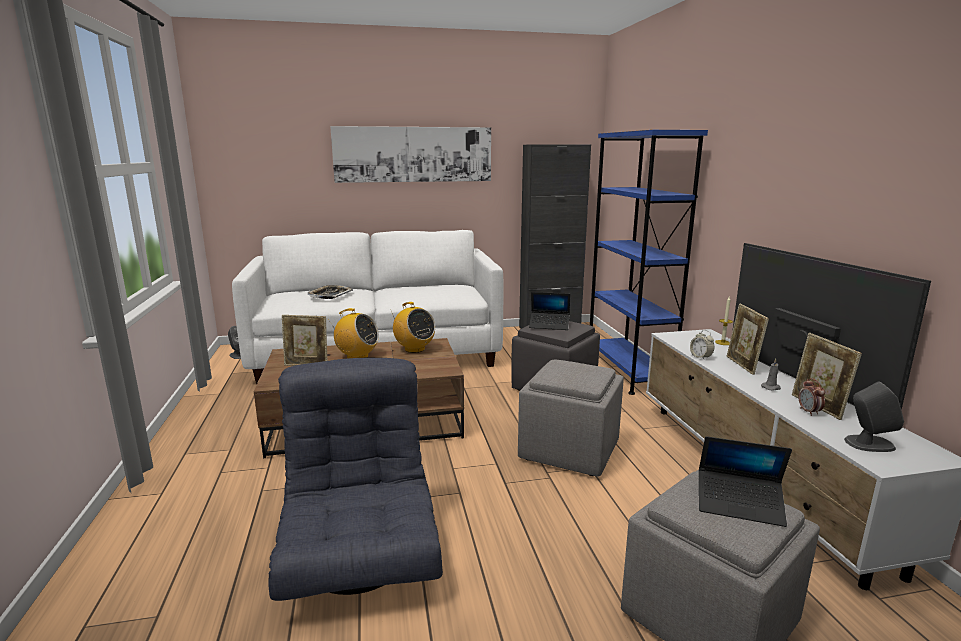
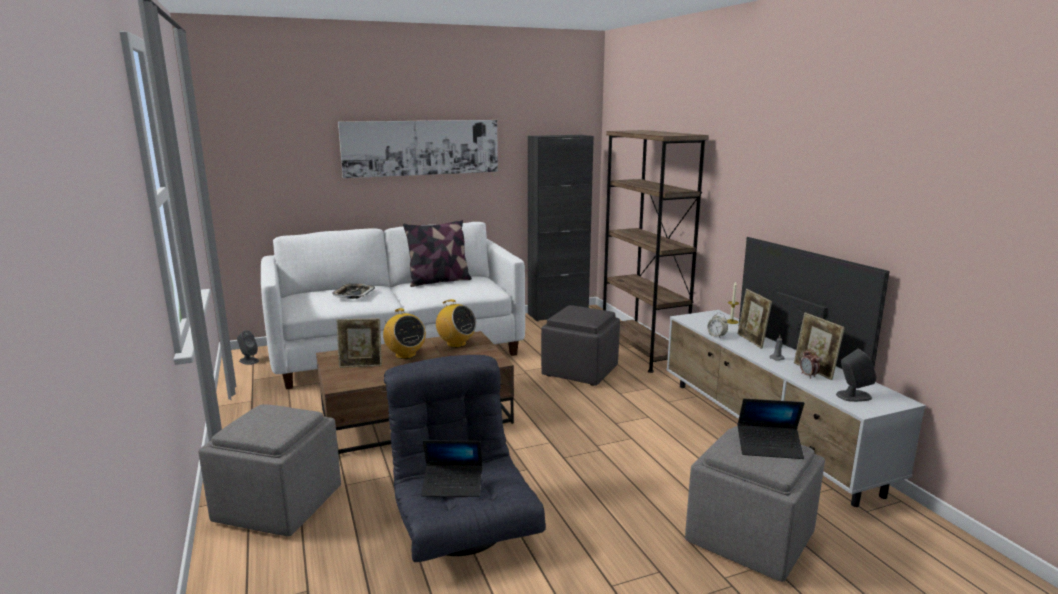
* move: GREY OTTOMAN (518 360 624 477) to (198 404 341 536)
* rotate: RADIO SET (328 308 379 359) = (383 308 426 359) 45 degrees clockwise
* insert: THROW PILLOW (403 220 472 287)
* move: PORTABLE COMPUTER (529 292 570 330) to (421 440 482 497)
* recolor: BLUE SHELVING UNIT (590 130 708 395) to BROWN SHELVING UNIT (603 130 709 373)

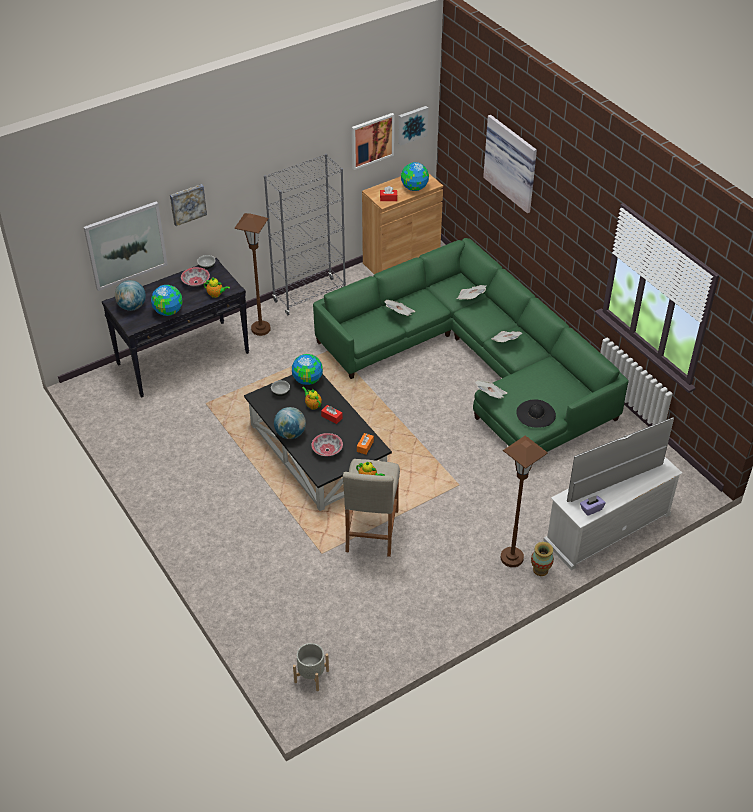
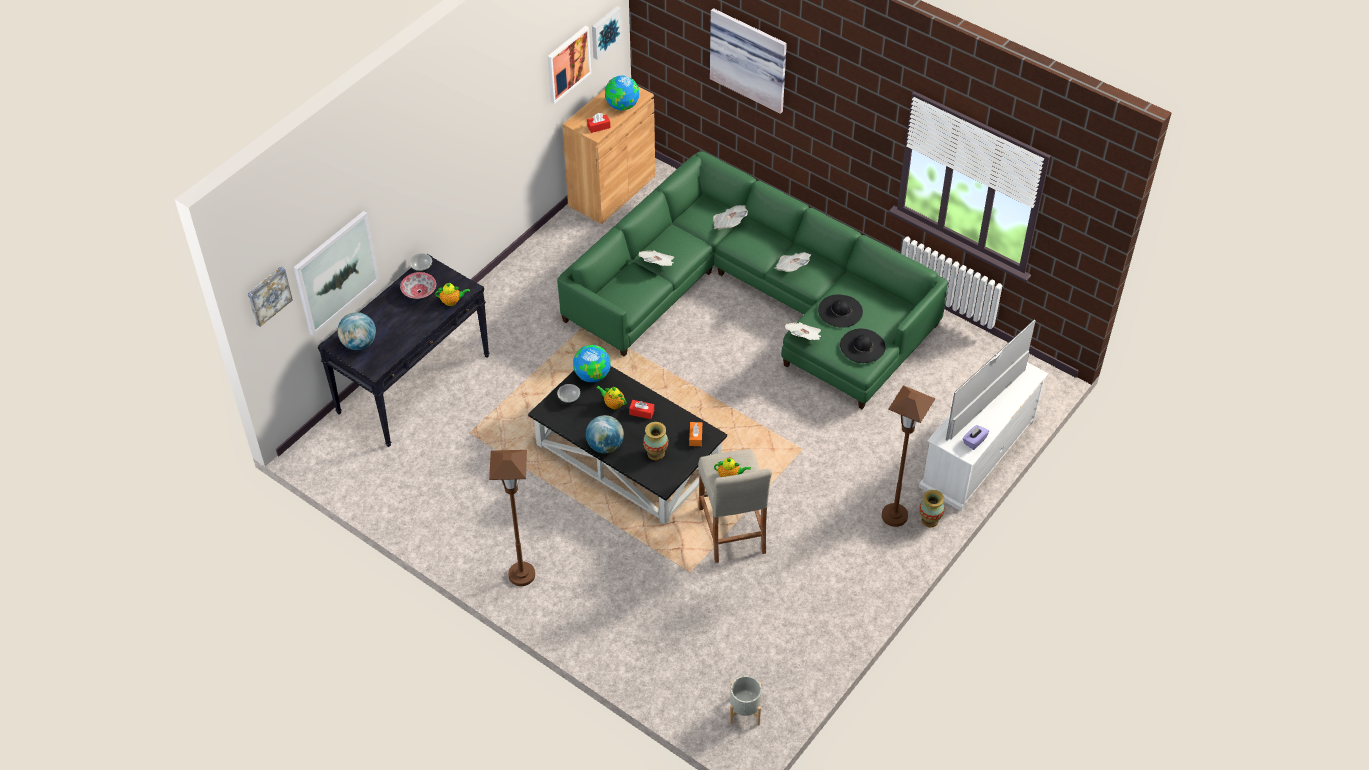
* move: WALL PICTURE (170 184 207 226) to (248 266 293 327)
* move: BROWN STANDARD LAMP (234 213 271 336) to (489 450 535 586)
* replace: SERVING BOWL (312 433 343 456) to FLOWER VASE (643 422 668 460)
* insert: BLACK CLOTHING HAT (818 295 863 328)
* delete: GLOBE (151 285 183 316)
* delete: GREY SHELVING UNIT (264 154 346 315)

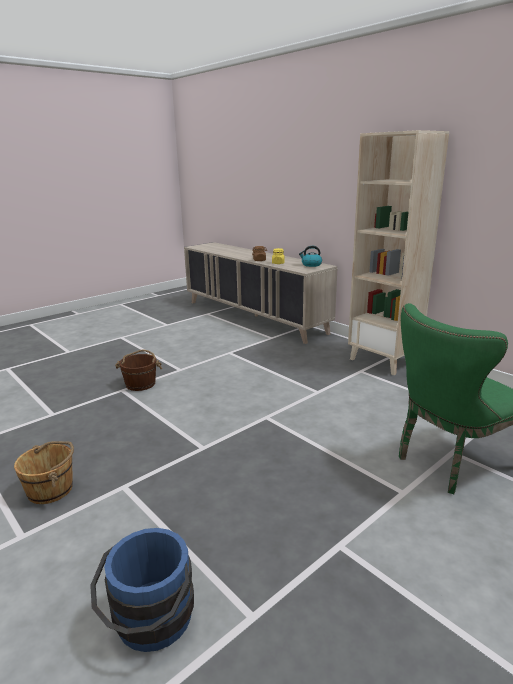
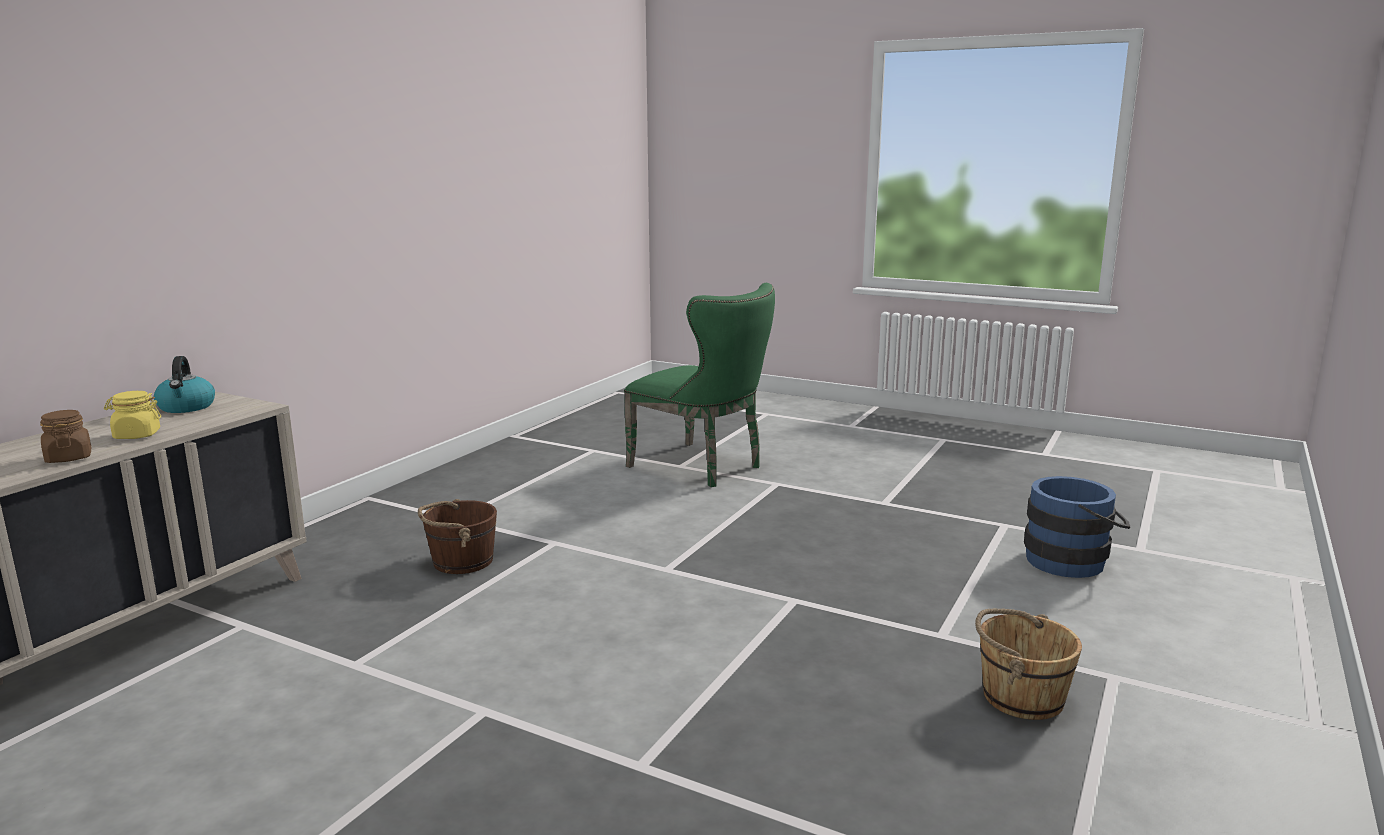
* move: BROWN PAIL (115 350 162 391) to (418 499 497 574)
* delete: BEIGE-COLOURED SHELVING UNIT (348 130 449 375)

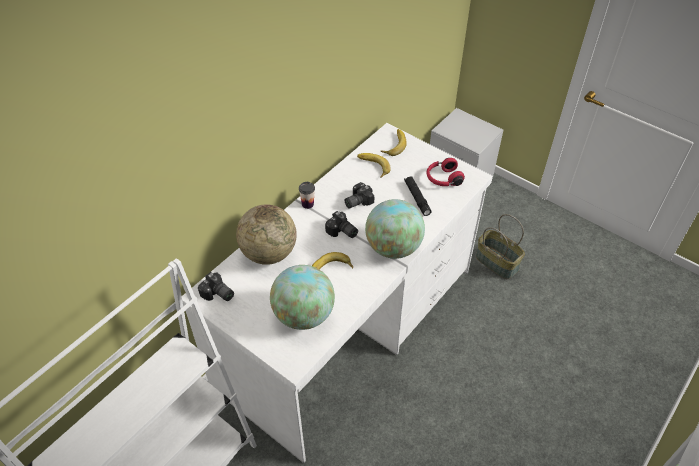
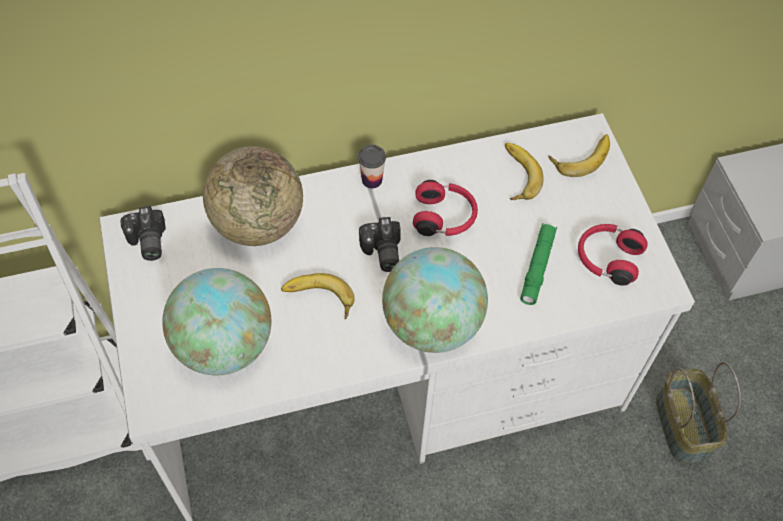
* replace: STILL CAMERA (344 182 374 208) to REDDISH HEADPHONES (413 180 478 236)
* recolor: BLACK FLASHLIGHT (404 177 432 216) to GREEN FLASHLIGHT (520 223 557 305)

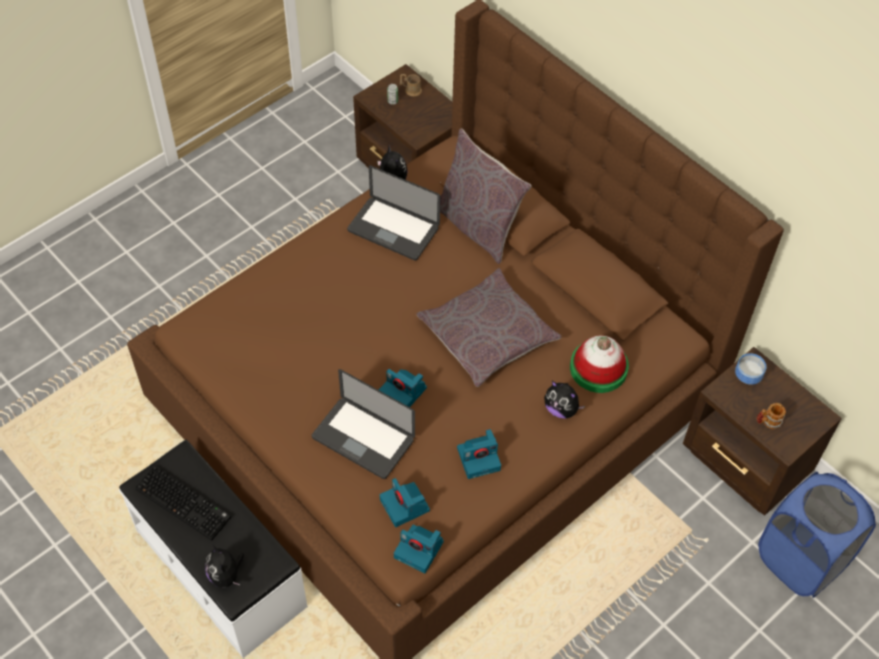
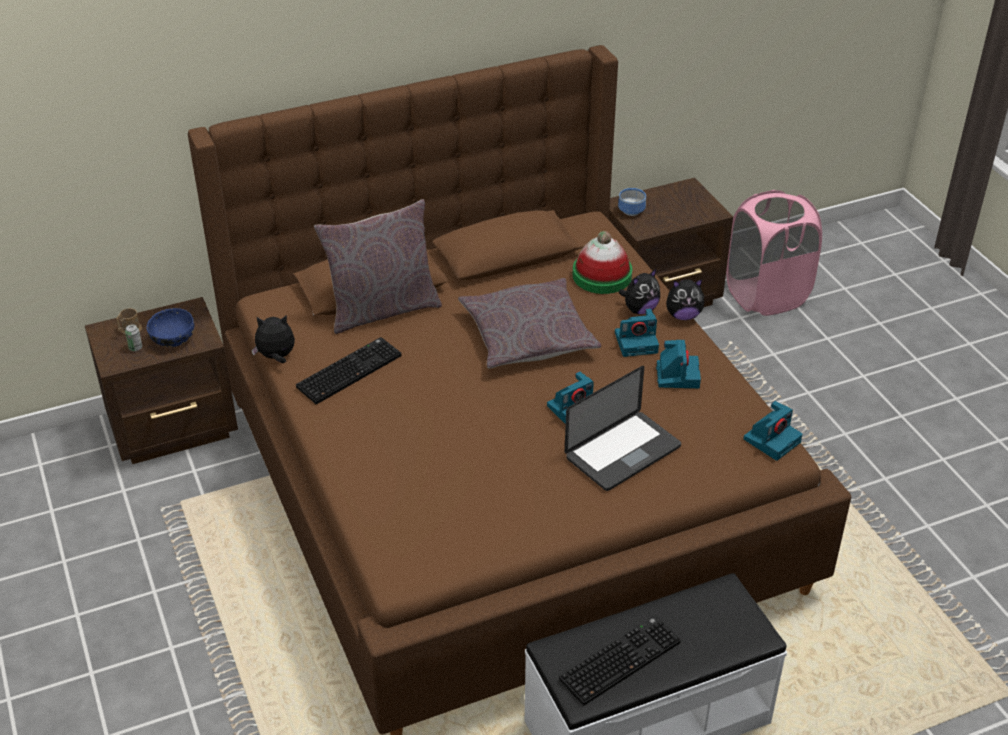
* insert: BLUE SERVING BOWL (146 308 194 347)
* replace: PORTABLE COMPUTER (347 165 440 261) to PC KEYBOARD (296 337 401 404)
* move: STILL CAMERA (380 478 430 527) to (615 308 659 357)
* move: CUDDLY TOY (205 545 244 588) to (666 279 705 320)
* recolor: BLUE WASHING BASKET (758 472 876 598) to PINK WASHING BASKET (726 190 822 316)
* delete: COFFEE MUG (757 403 786 429)

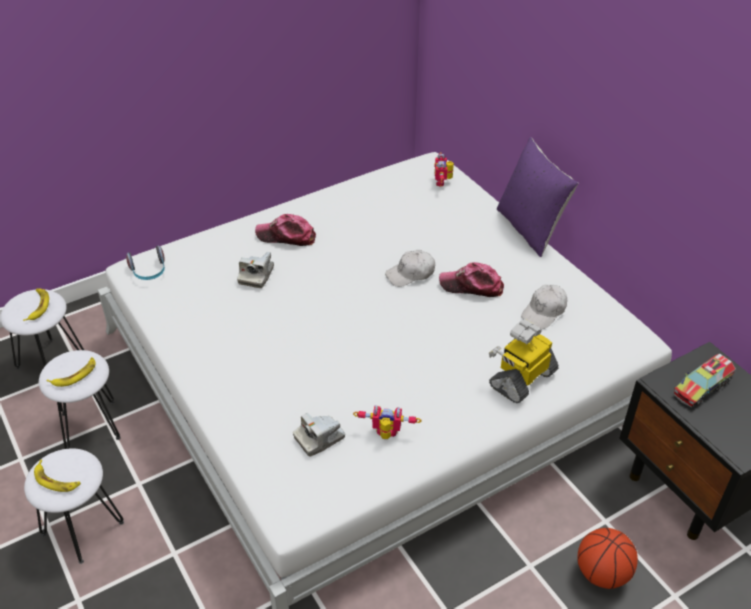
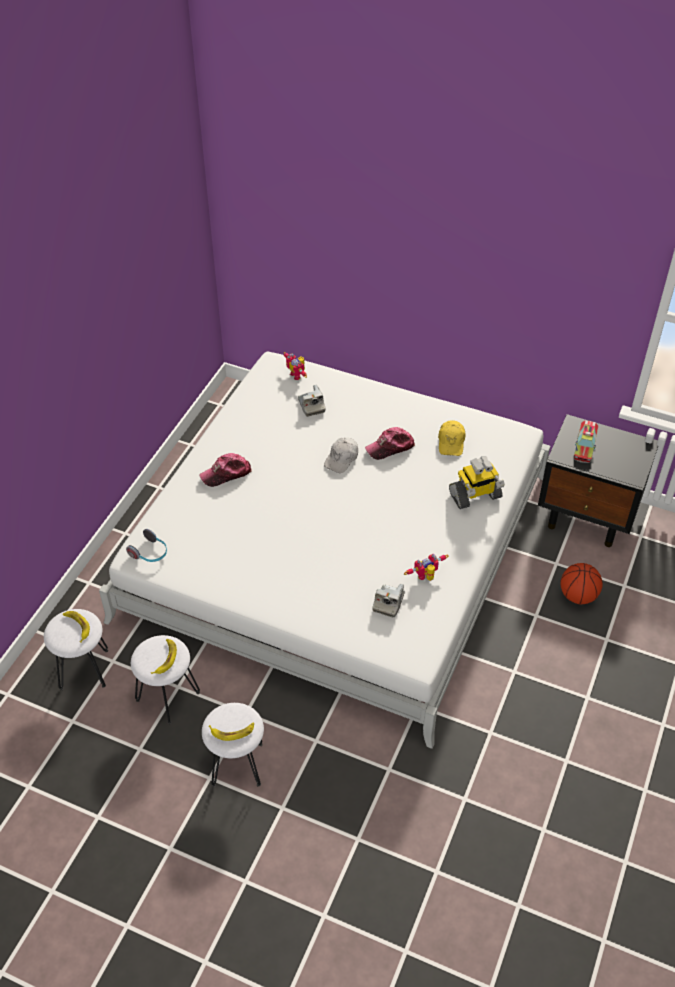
* move: STILL CAMERA (237 252 274 288) to (298 385 326 417)
* recolor: WHITE CAP (521 285 567 329) to YELLOW-COLOURED CAP (438 420 466 456)
* rotate: TOY ROBOT (489 319 559 403) = (449 456 505 509) 120 degrees counterclockwise
* delete: PURPLE THROW PILLOW (497 137 578 257)

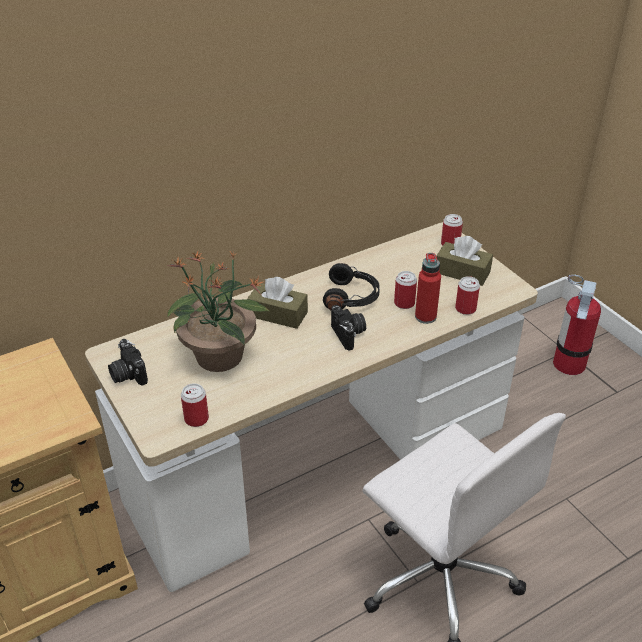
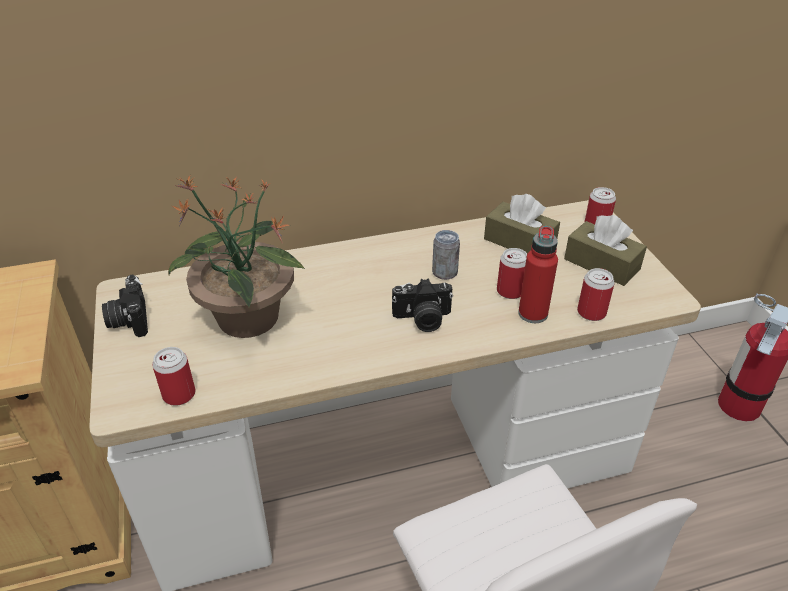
* rotate: STILL CAMERA (331 305 366 351) = (392 278 453 332) 90 degrees clockwise
* replace: BLACK HEADPHONES (323 263 380 310) to SEALED CAN (432 230 460 280)
* move: BROWN TISSUE HOLDER (247 277 308 329) to (484 194 560 254)

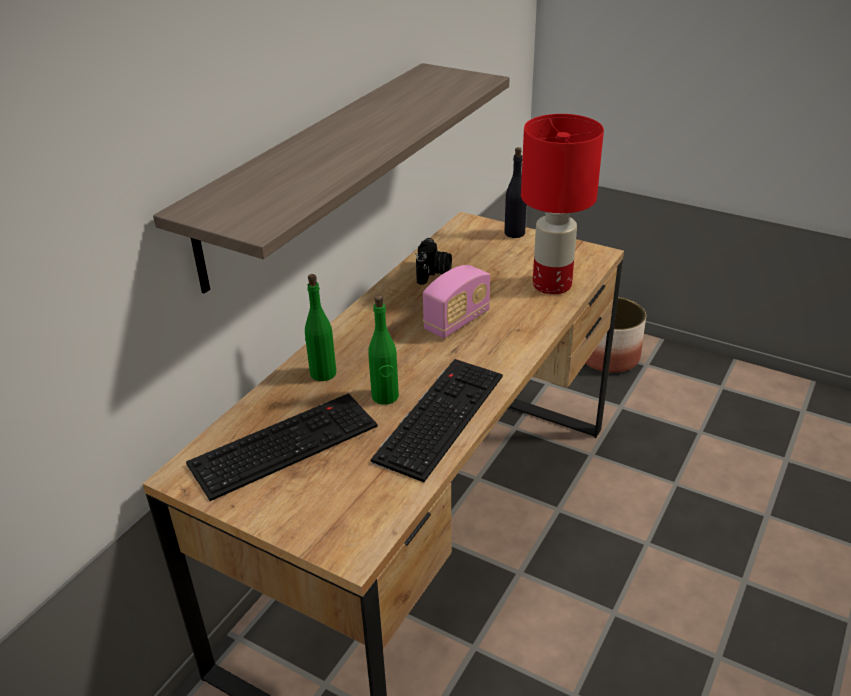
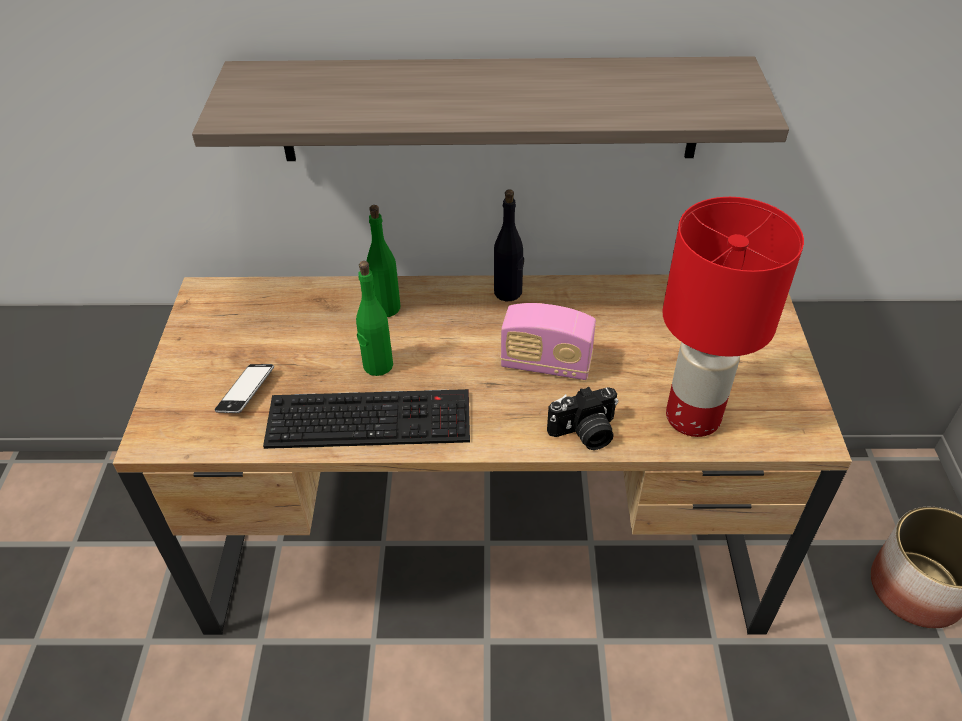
* insert: TELEPHONE (215 364 274 413)
* move: BLACK DRINK BOTTLE (504 147 527 238) to (494 189 524 301)
* move: STILL CAMERA (415 238 452 285) to (547 387 618 450)
* delete: PC KEYBOARD (186 393 378 501)

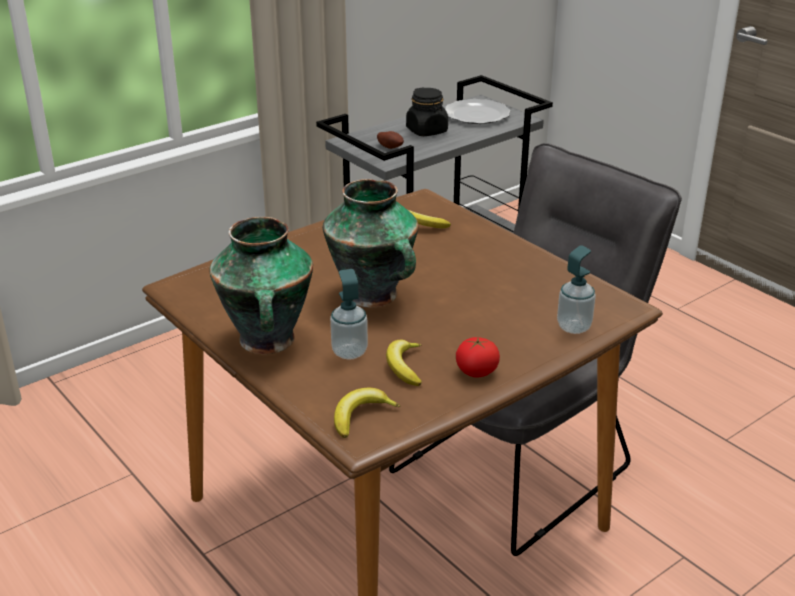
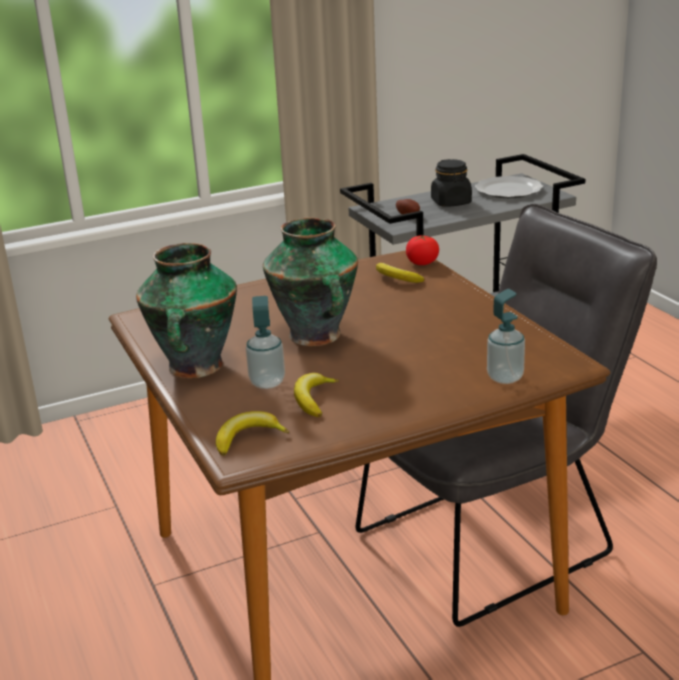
* move: FRESH TOMATO (456 337 500 378) to (406 235 439 265)

